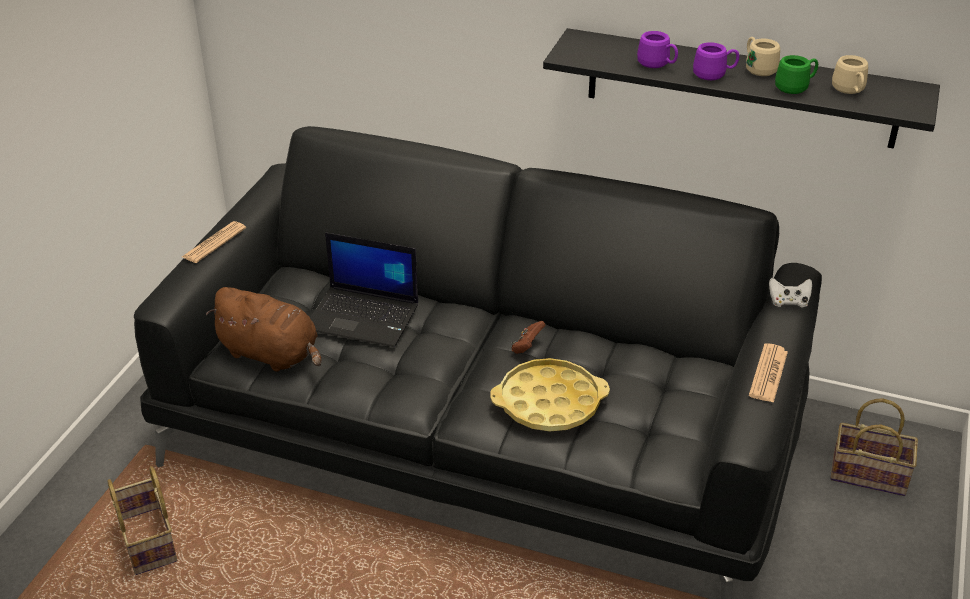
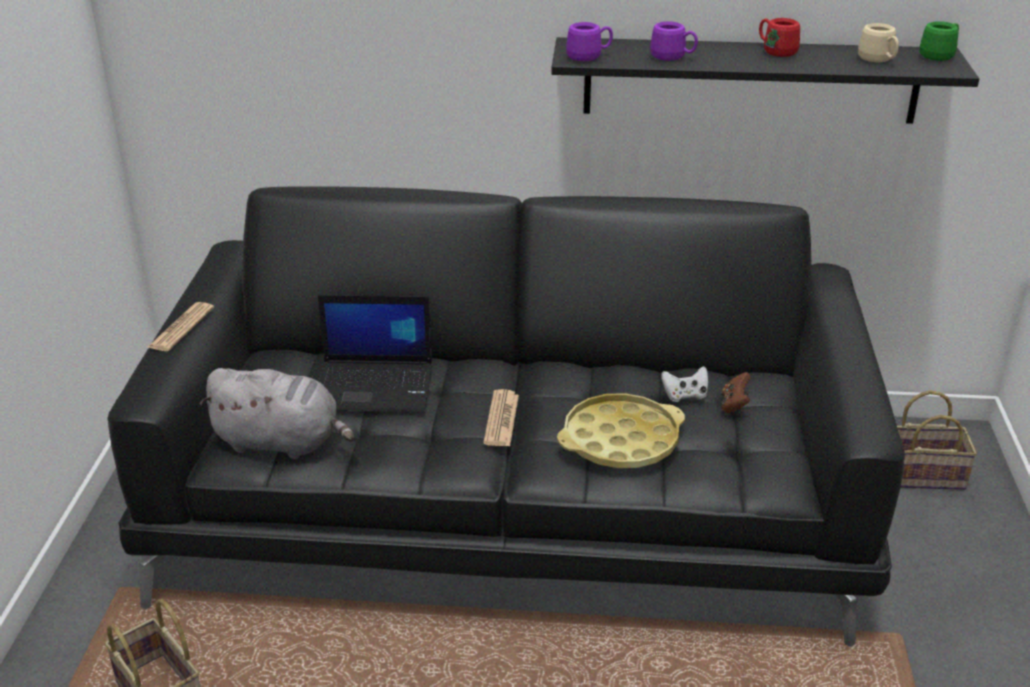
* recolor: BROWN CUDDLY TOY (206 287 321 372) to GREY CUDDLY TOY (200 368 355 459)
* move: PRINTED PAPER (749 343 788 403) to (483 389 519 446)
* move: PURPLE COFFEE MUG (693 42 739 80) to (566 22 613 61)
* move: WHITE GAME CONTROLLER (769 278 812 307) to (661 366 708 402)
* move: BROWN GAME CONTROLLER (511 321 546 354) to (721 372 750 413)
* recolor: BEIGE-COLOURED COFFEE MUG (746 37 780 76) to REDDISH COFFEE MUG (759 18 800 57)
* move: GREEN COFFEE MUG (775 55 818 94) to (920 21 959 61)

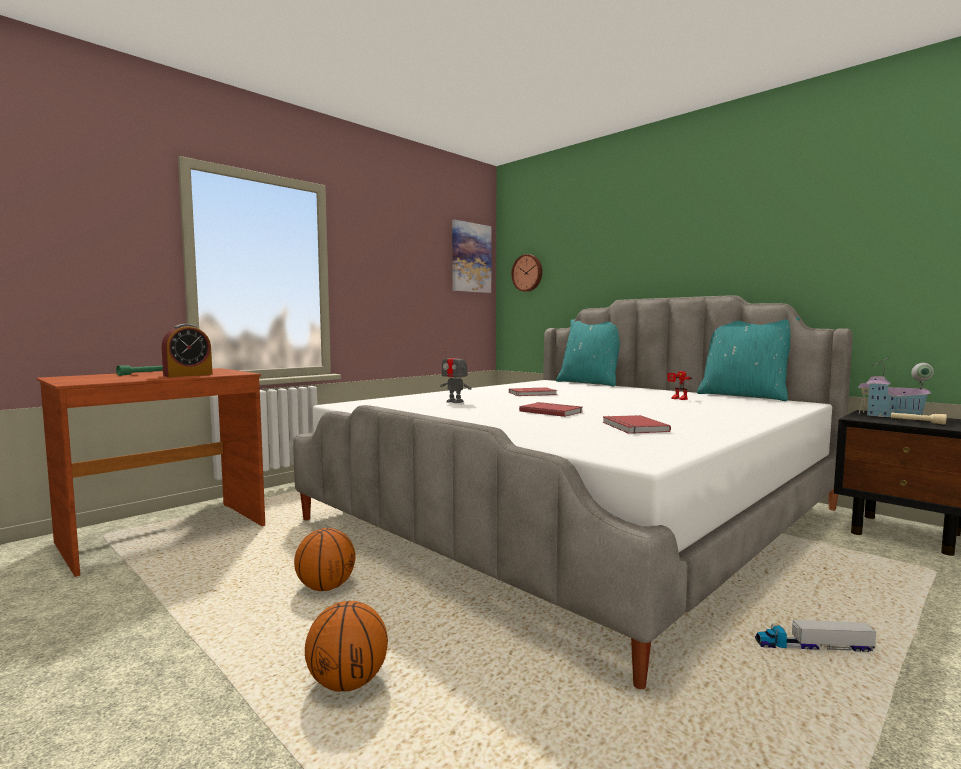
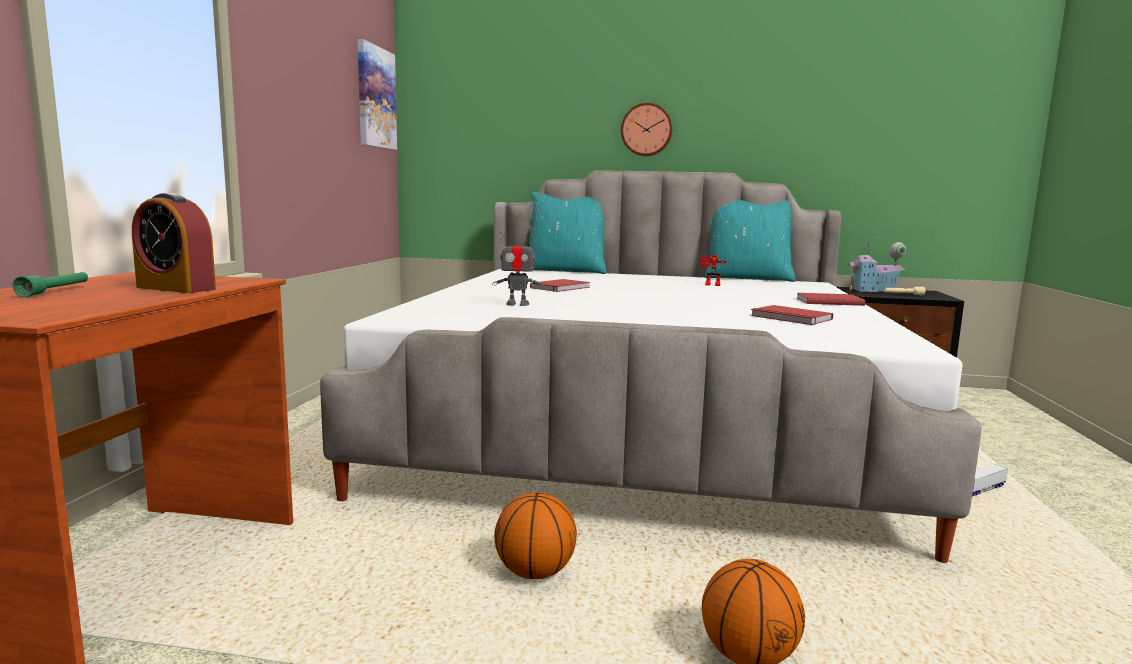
* rotate: TABLE CLOCK (162 324 213 377) = (132 193 216 293) 105 degrees clockwise
* move: HANGING CLOCK (511 254 542 292) to (621 103 672 156)
* move: REDDISH BOUND BOOK (519 402 582 417) to (797 293 865 306)

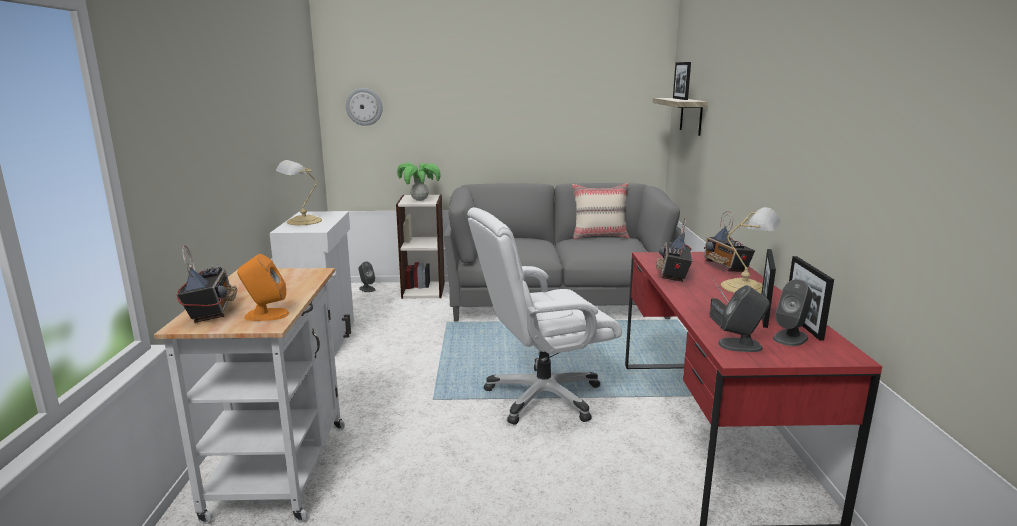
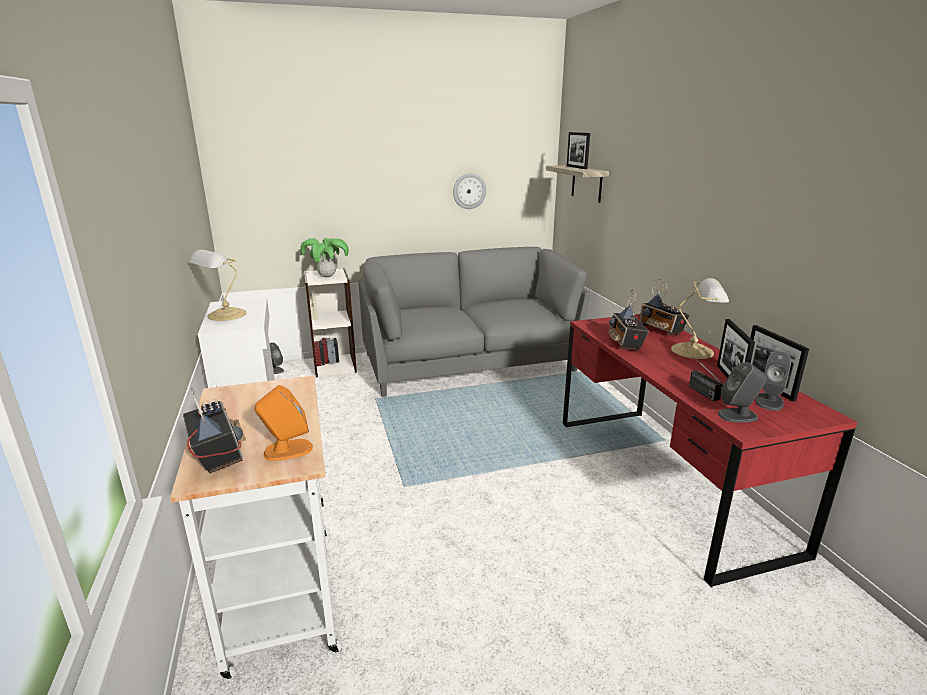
* move: HANGING CLOCK (346 88 383 126) to (453 173 486 209)
* delete: WHITE OFFICE CHAIR (467 207 622 424)
* delete: BEIGE-COLOURED THROW PILLOW (572 183 630 240)

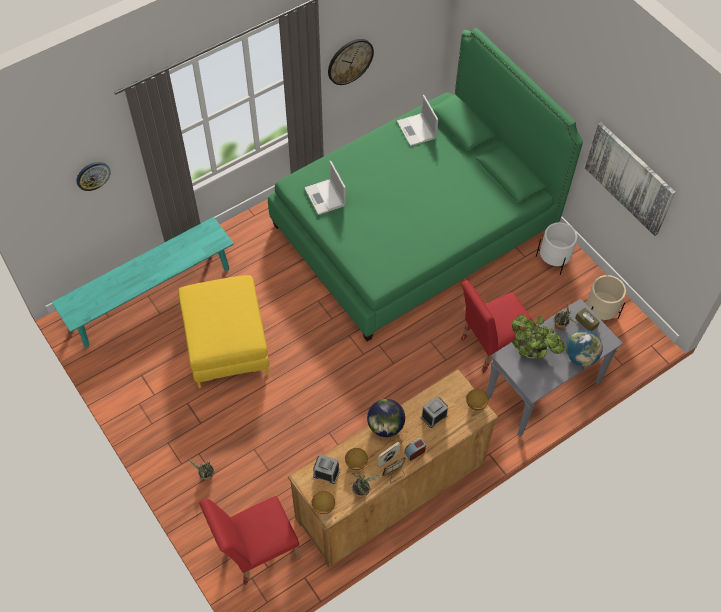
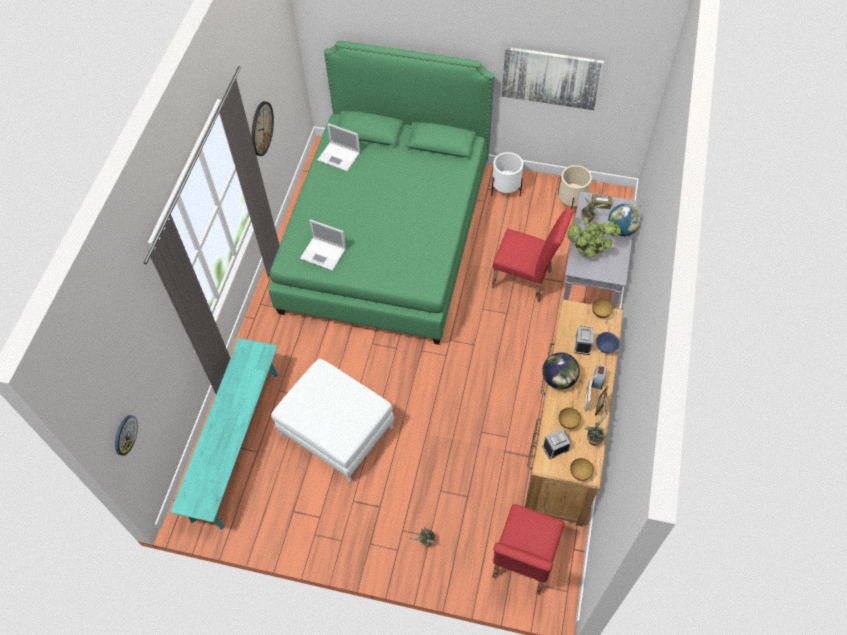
* move: HANGING CLOCK (77 162 111 191) to (115 415 138 456)
* recolor: YELLOW-COLOURED OTTOMAN (178 275 269 388) to WHITE OTTOMAN (271 359 394 482)
* rotate: REDDISH PLAIN CHAIR (461 280 532 373) = (491 207 574 302) 90 degrees counterclockwise
* insert: BLUE SERVING BOWL (596 332 620 354)

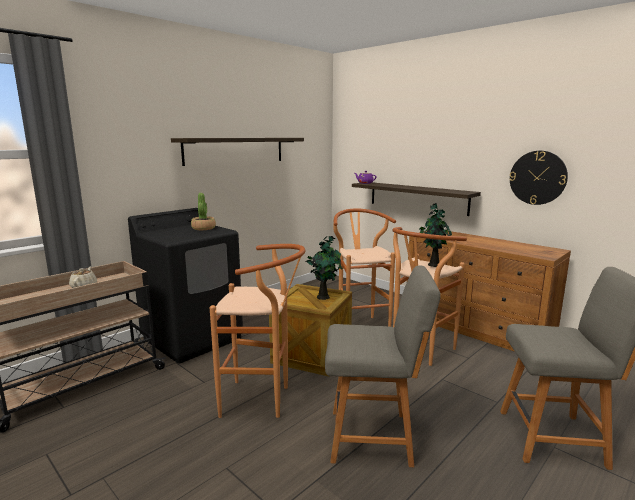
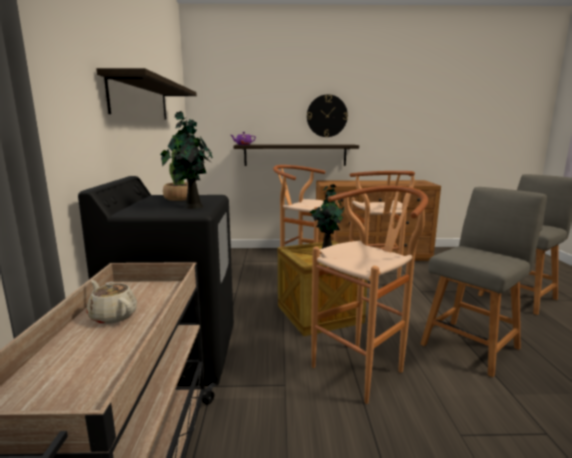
* move: HOUSEPLANT (419 203 452 267) to (160 111 213 209)
* move: HANGING CLOCK (509 151 568 205) to (307 94 348 137)

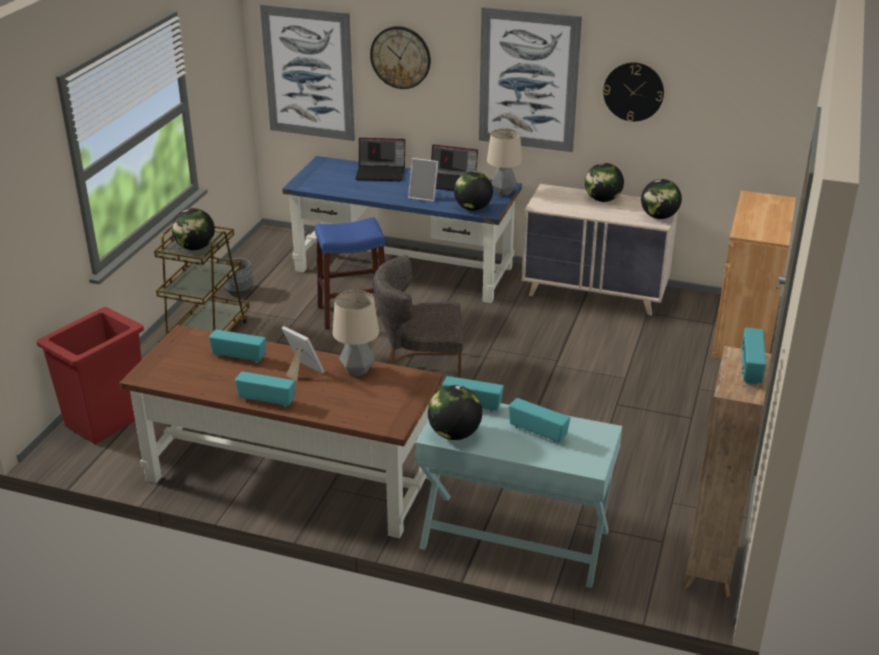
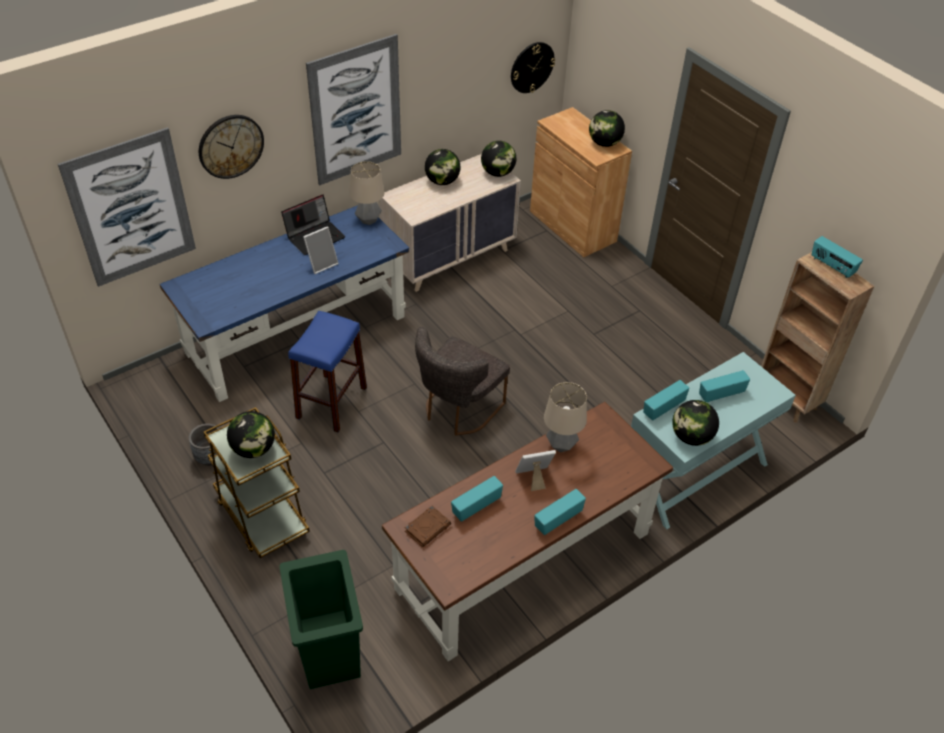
* recolor: REDDISH RUBBISH BIN (36 307 144 444) to GREEN RUBBISH BIN (279 550 363 689)
* insert: BROWN BOUND BOOK (405 506 451 547)
* move: HANGING CLOCK (603 62 664 122) to (511 42 555 93)
* move: GLOBE (454 171 493 211) to (589 110 625 147)
* delete: PORTABLE COMPUTER (355 138 405 181)

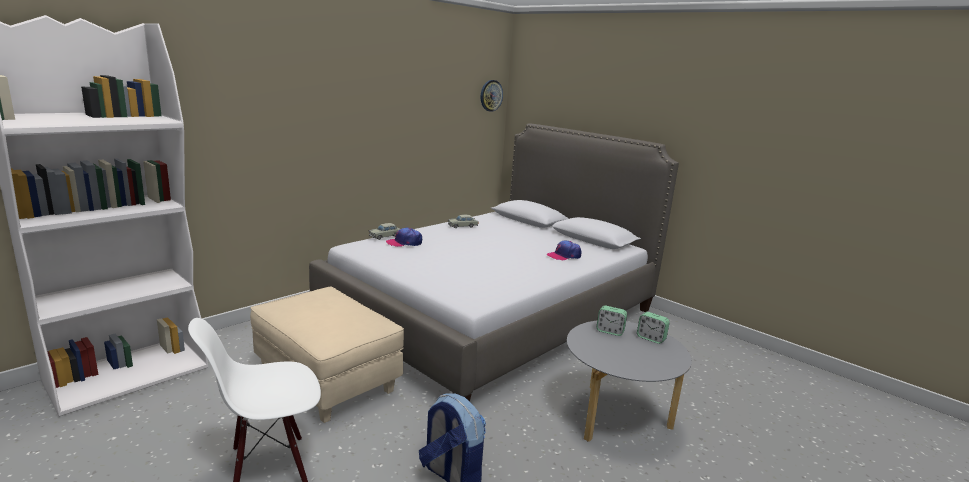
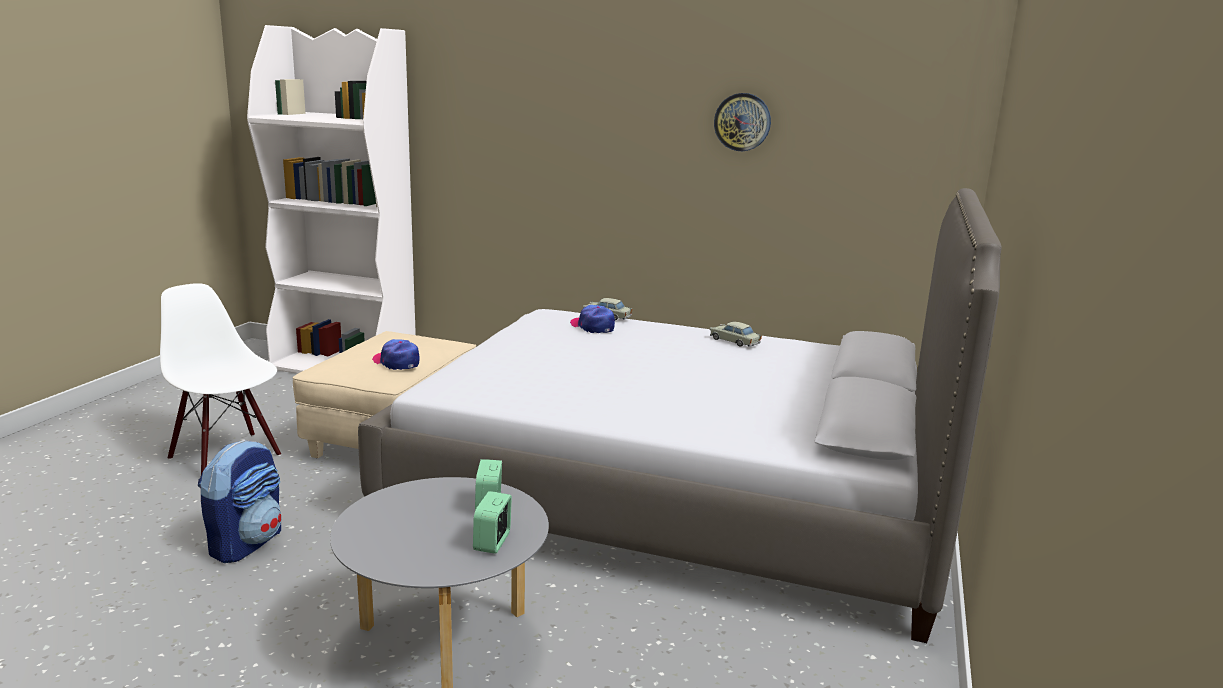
* move: CAP (547 240 581 260) to (373 339 420 370)
* move: HANGING CLOCK (481 80 503 112) to (714 93 771 151)

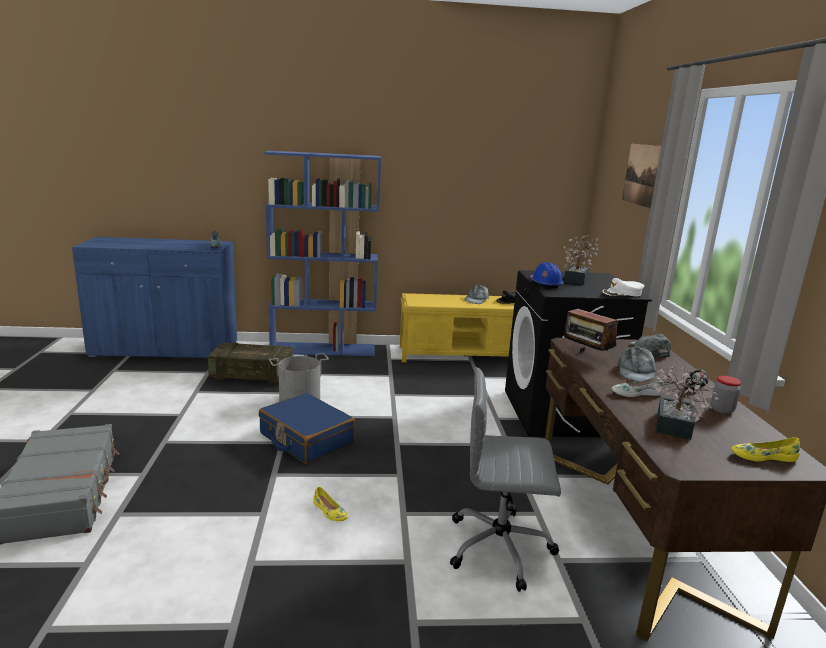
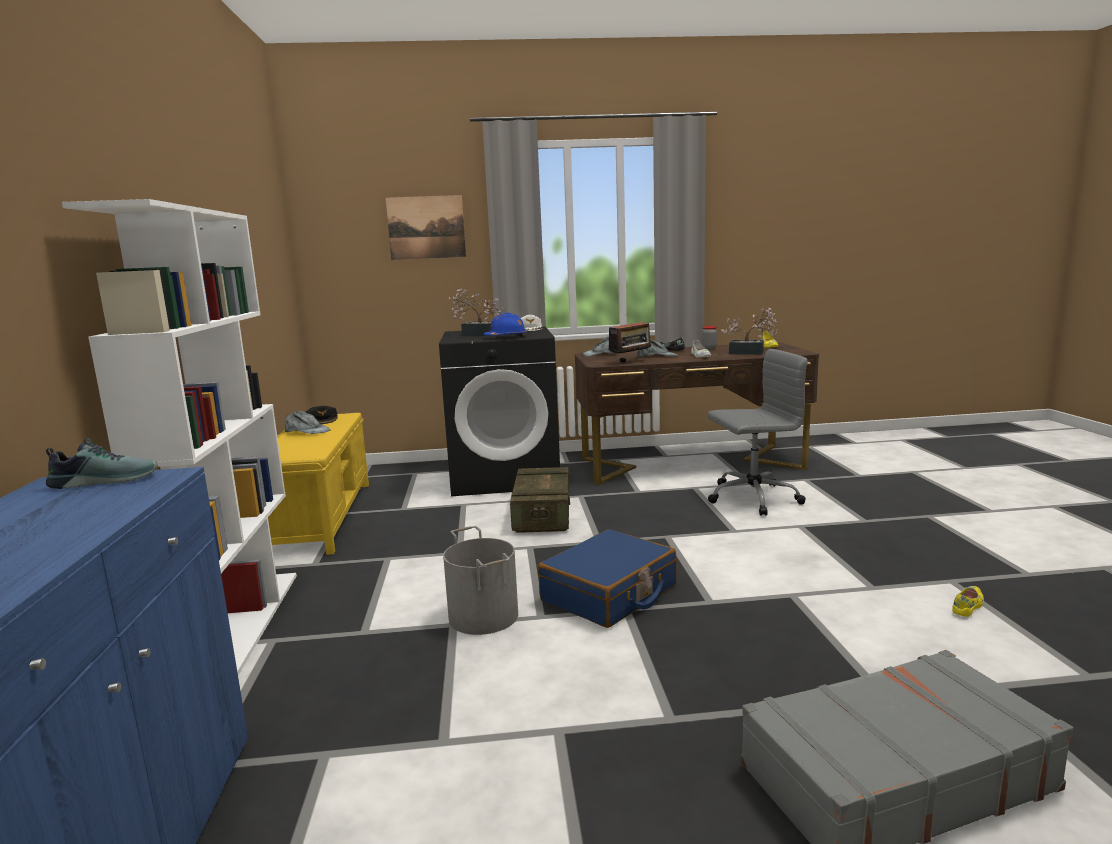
* recolor: BLUE SHELVING UNIT (264 151 381 356) to WHITE SHELVING UNIT (62 199 297 675)
* move: SHIPPING CRATE (208 342 293 384) to (510 467 570 533)
* rotate: GREY OFFICE CHAIR (450 367 561 592) = (707 349 808 516) 105 degrees counterclockwise
* move: YELLOW-COLOURED LOW SHOE (313 487 348 521) to (952 586 984 617)

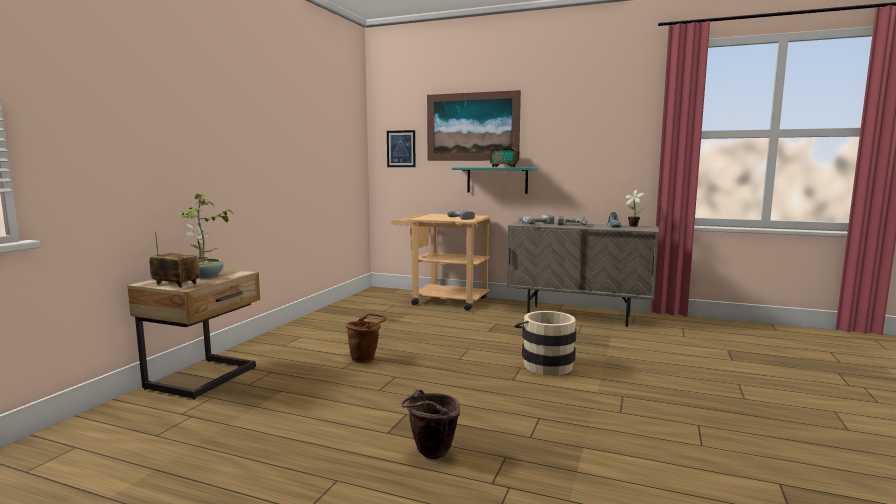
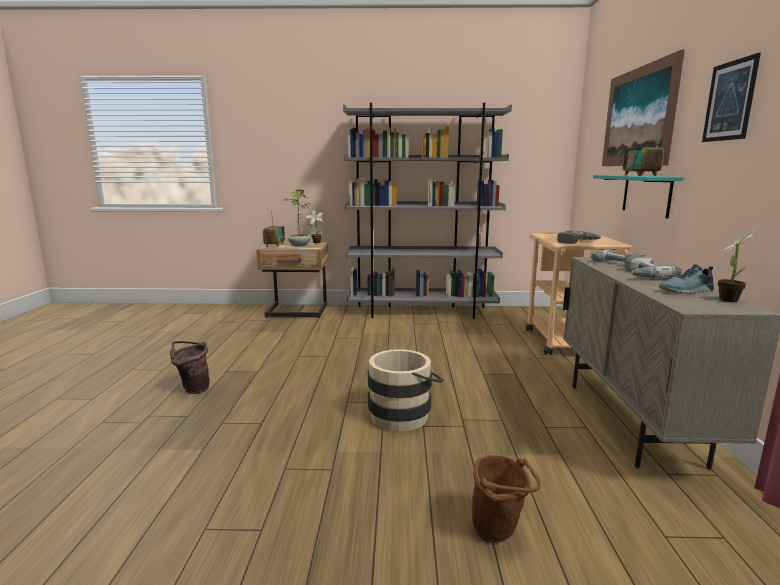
* insert: GREY SHELVING UNIT (343 103 512 319)
* move: BROWN PAIL (345 314 387 363) to (472 455 541 543)
* move: WALL PICTURE (387 130 416 167) to (702 53 761 142)

